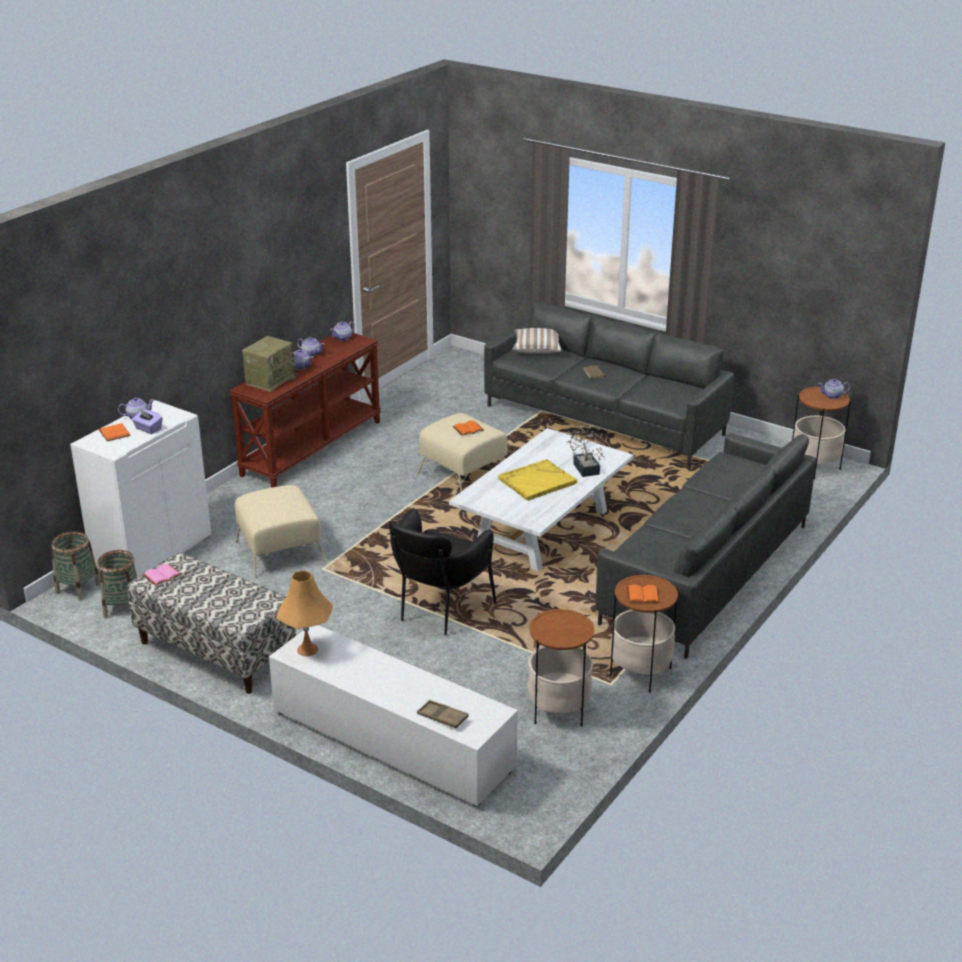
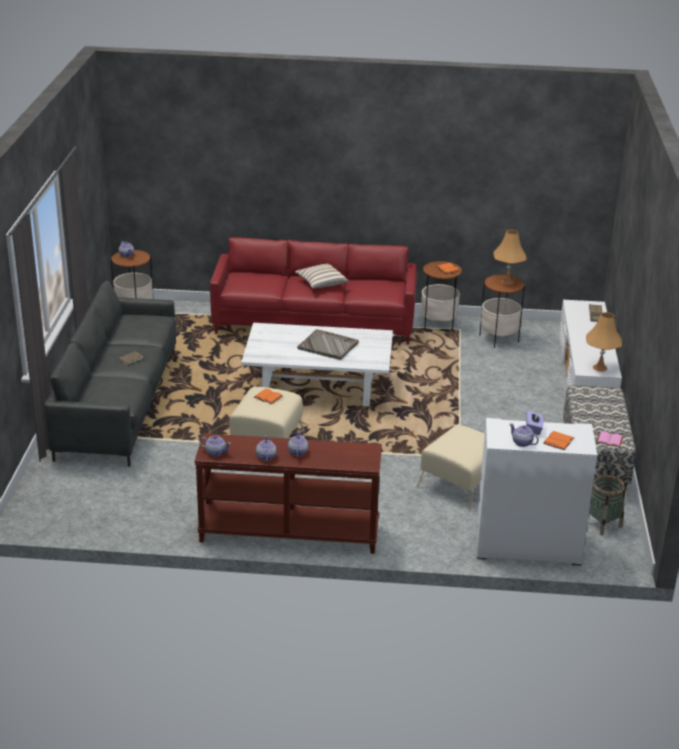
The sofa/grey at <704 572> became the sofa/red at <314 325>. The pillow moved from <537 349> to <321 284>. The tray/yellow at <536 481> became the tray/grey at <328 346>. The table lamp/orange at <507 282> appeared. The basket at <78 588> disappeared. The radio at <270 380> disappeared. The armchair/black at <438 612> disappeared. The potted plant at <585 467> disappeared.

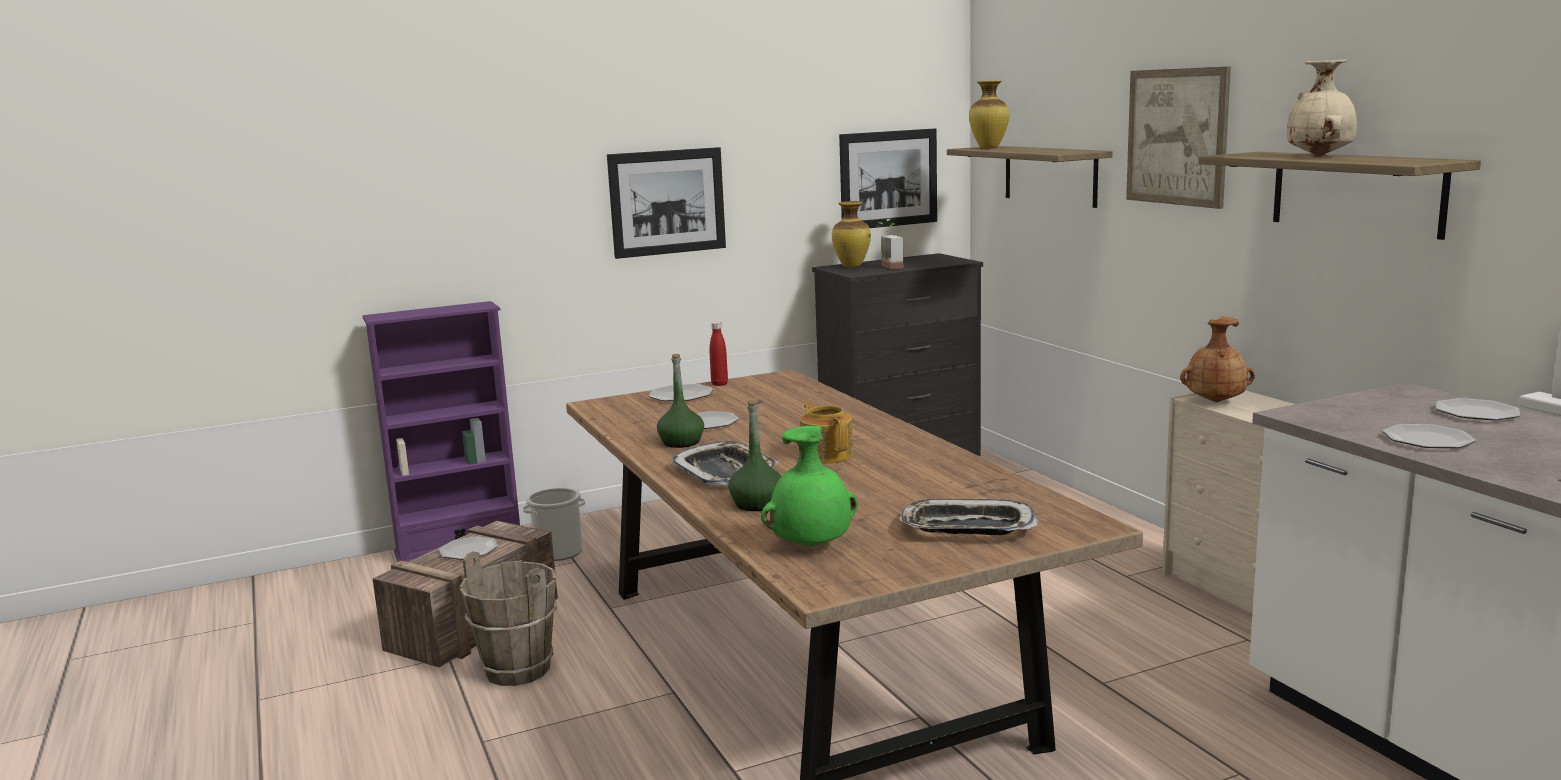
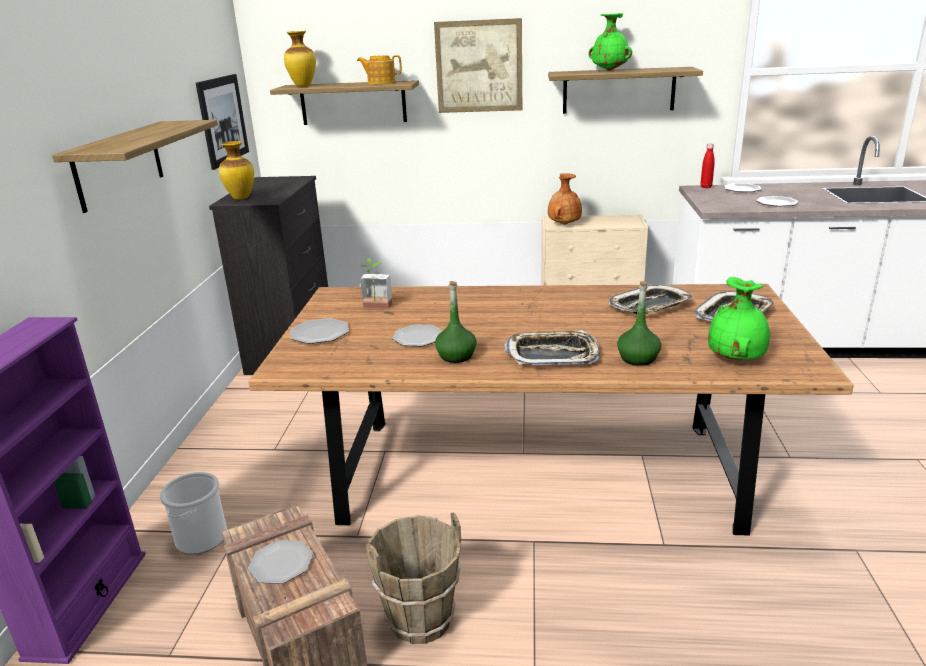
The picture at <667 202> was replaced by the shelf at <119 165>. The teapot moved from <827 455> to <381 83>. The potted plant moved from <887 267> to <376 308>. The vase/beige at <1320 155> became the vase/green at <609 70>. The tray at <650 306> appeared. The bottle/red moved from <719 384> to <706 187>.

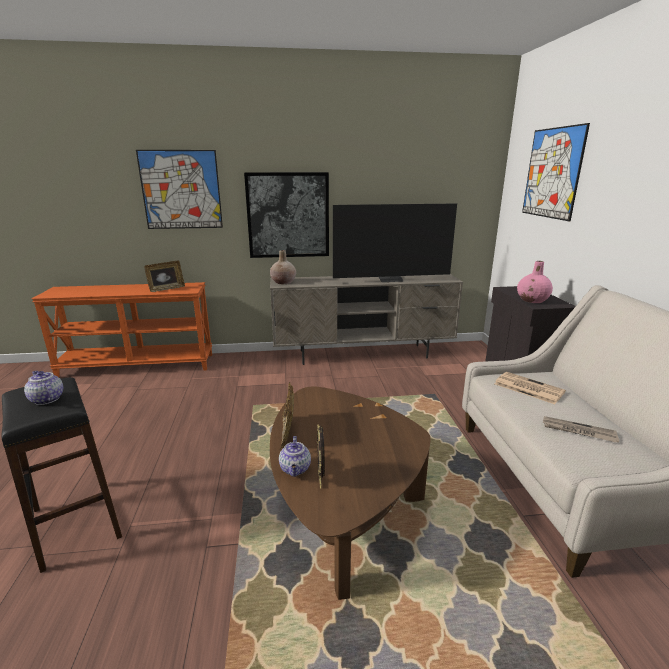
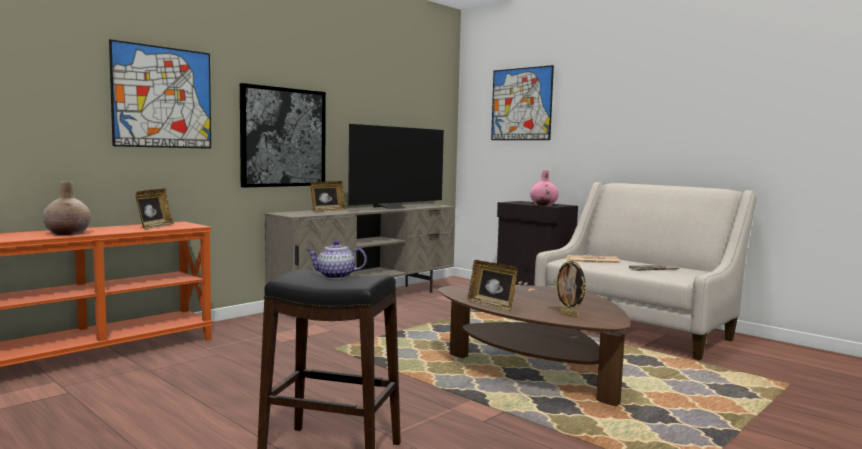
The vase/beige moved from <283 282> to <68 233>. The picture frame at <327 210> appeared. The teapot at <295 469> disappeared.

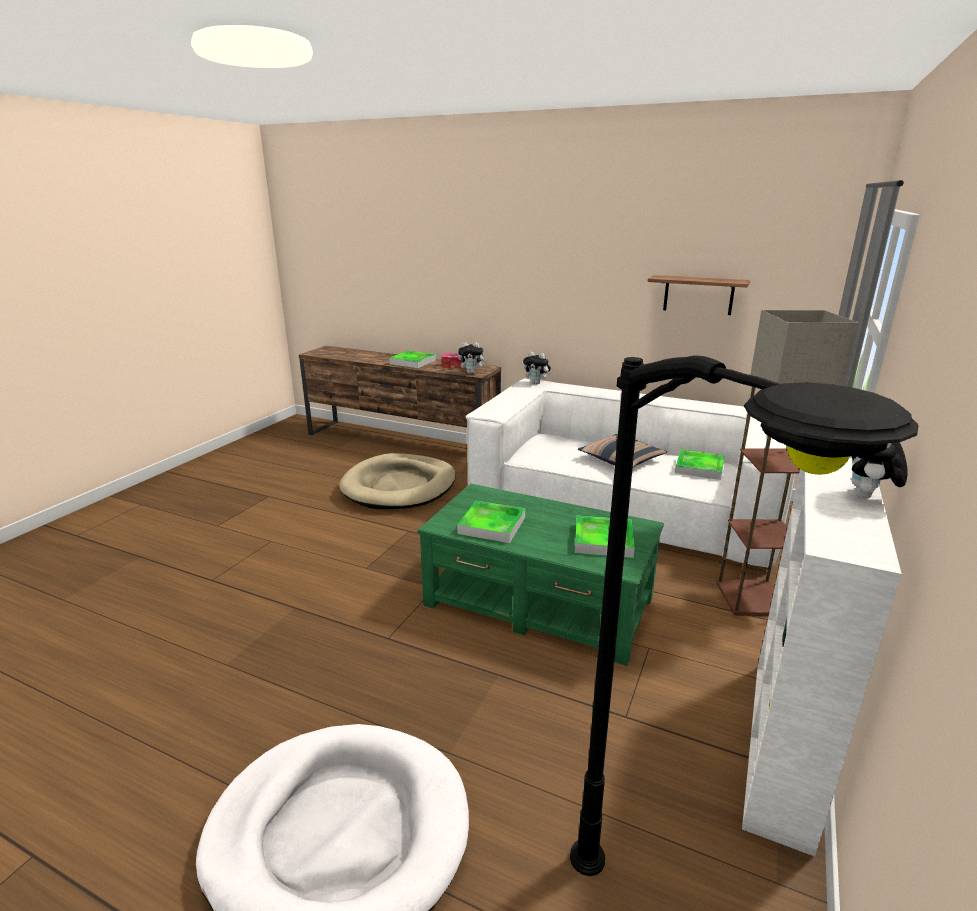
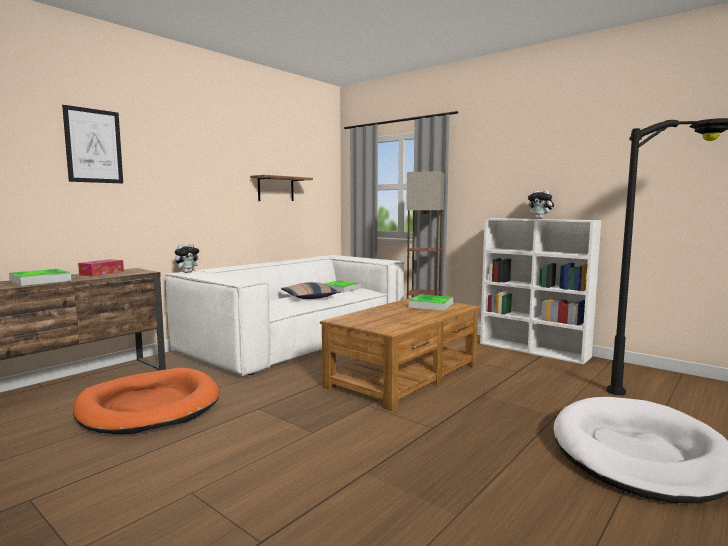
The picture at <93 146> appeared. The dog bed/beige at <399 486> became the dog bed/orange at <149 406>. The coffee table/green at <539 602> became the coffee table/brown at <405 375>. The tray at <492 525> disappeared. The plush toy at <472 373> disappeared.

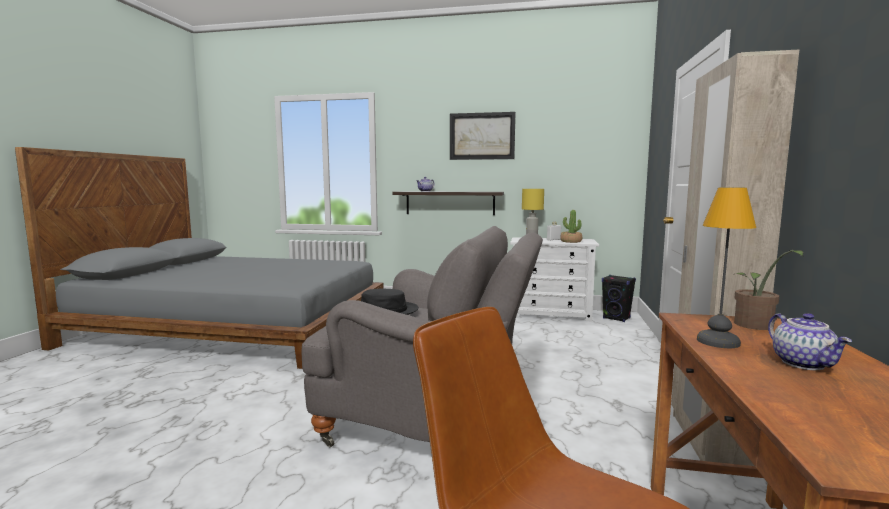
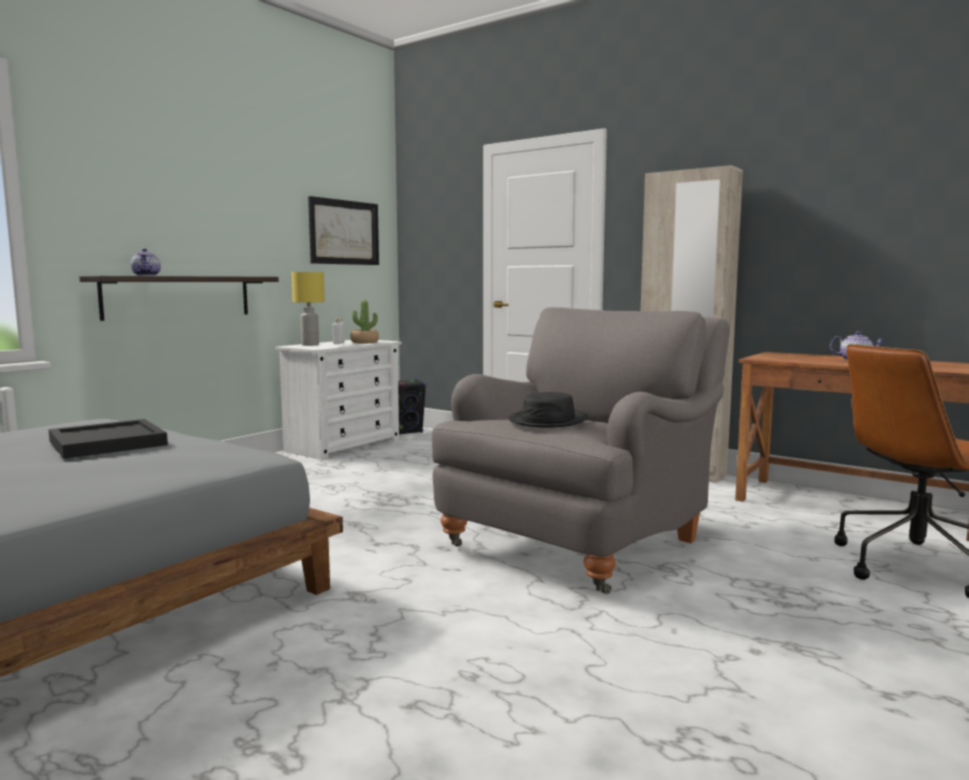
The tray/black at <107 443> appeared. The picture moved from <482 136> to <344 232>. The table lamp at <718 342> disappeared. The potted plant at <755 326> disappeared.

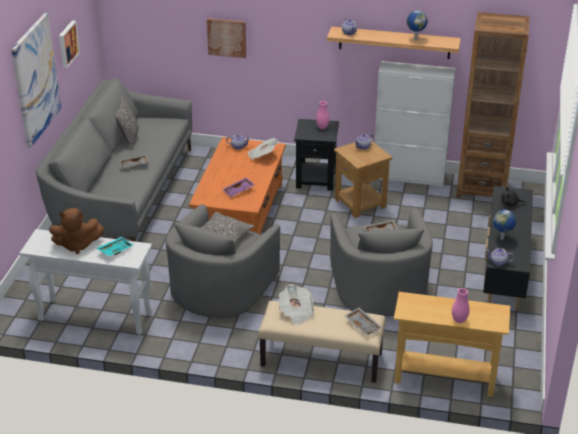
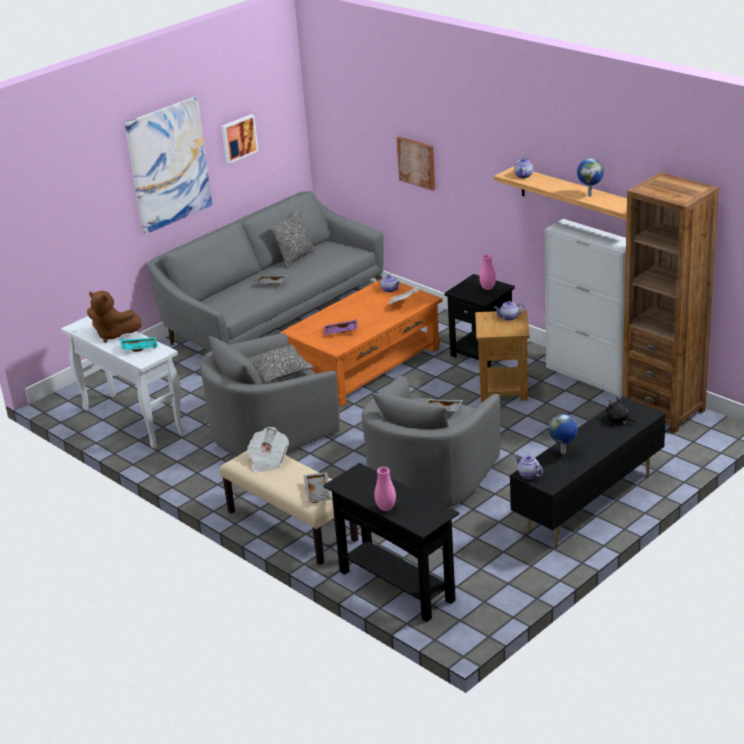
The console table/beige at <444 378> became the console table/black at <396 586>.

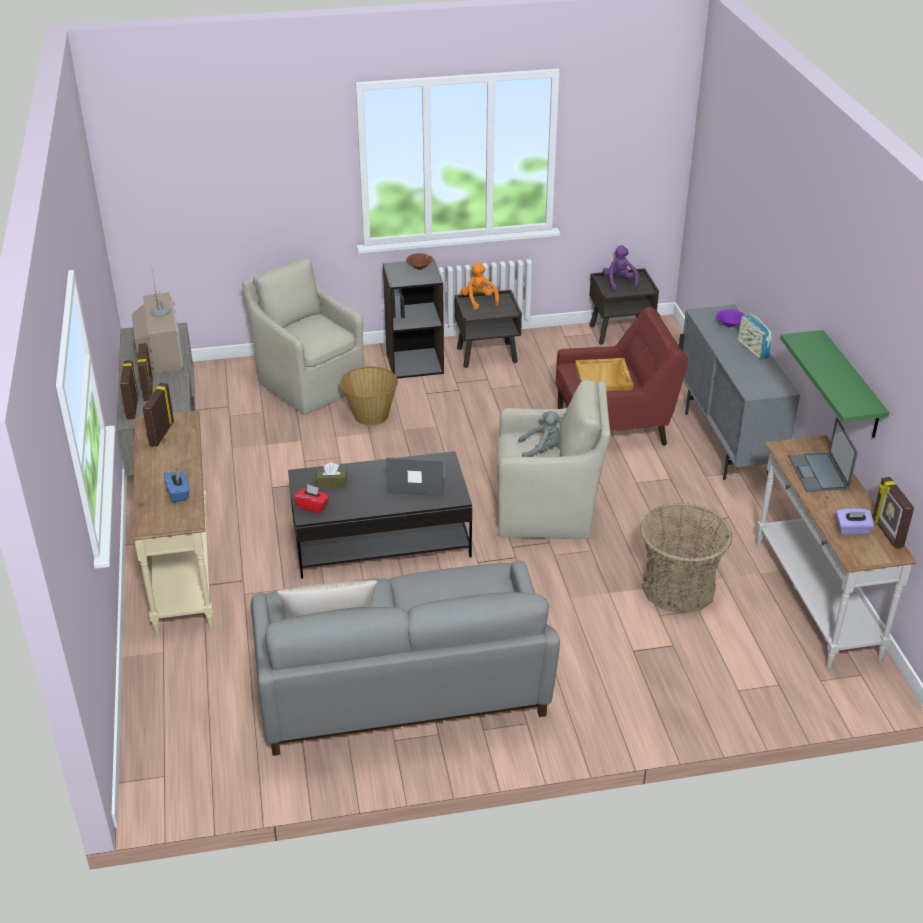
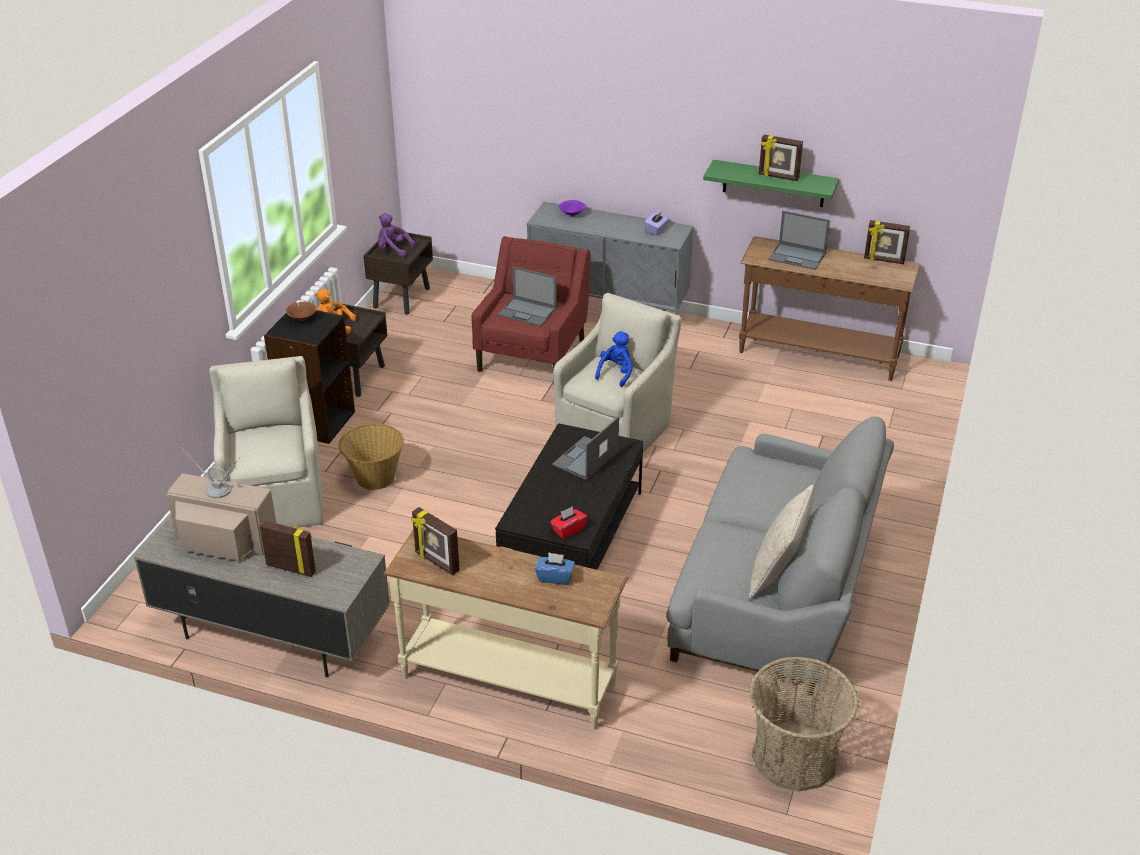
The armchair/beige at <309 383> turned 90 degrees clockwise. The tray/beige at <604 378> was replaced by the laptop at <528 312>. The plush toy/grey at <542 450> became the plush toy/blue at <616 373>. The tissue box/purple moved from <852 530> to <656 230>. The console table/white at <814 599> became the console table/brown at <818 355>. The basket moved from <678 588> to <794 756>. The picture frame moved from <132 408> to <778 177>. The tissue box/brown at <332 483> disappeared. The radio at <752 349> disappeared.

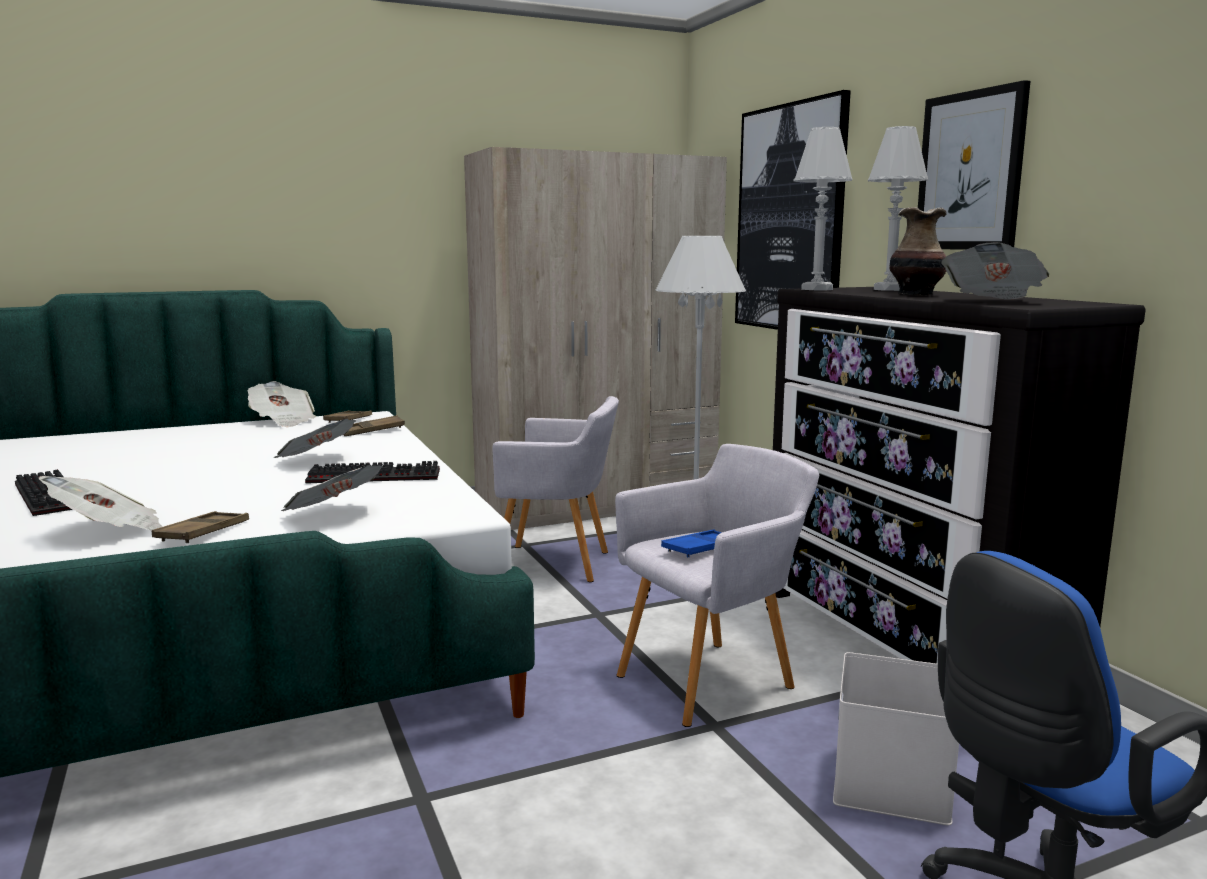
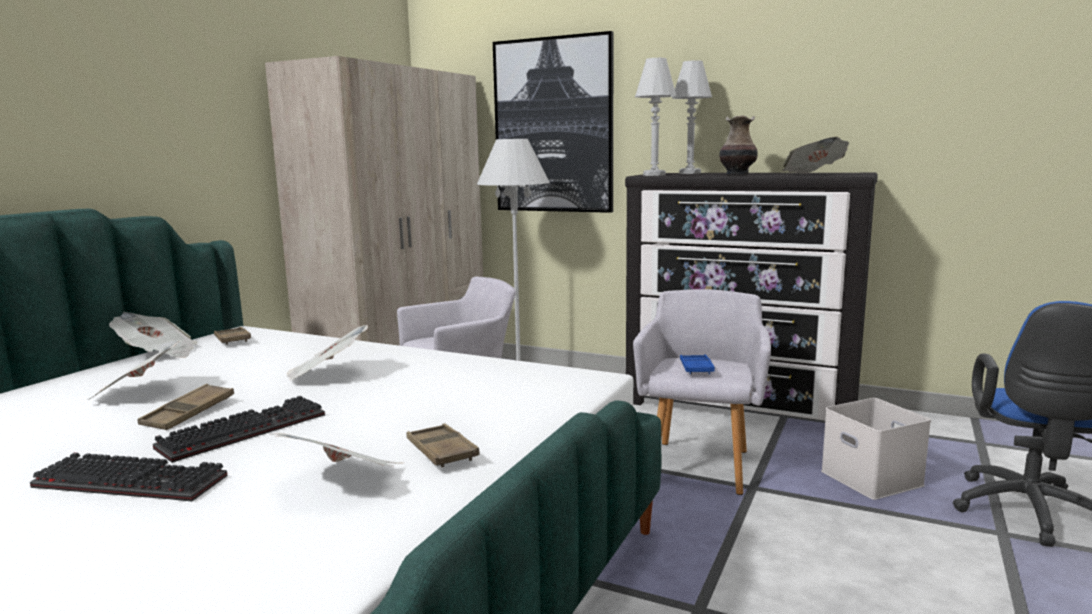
The newspaper moved from <333 514> to <137 393>. The tray/brown moved from <372 431> to <189 413>. The keyboard moved from <377 476> to <245 430>. The picture at <970 171> disappeared.

